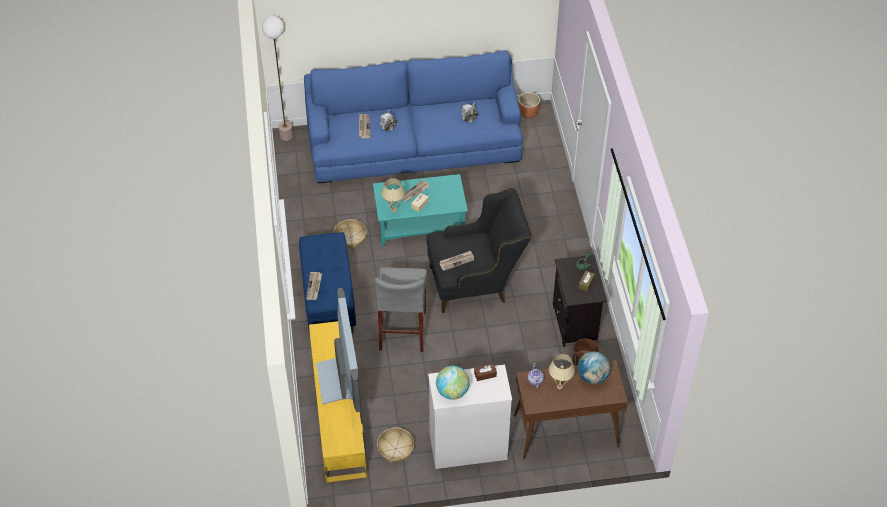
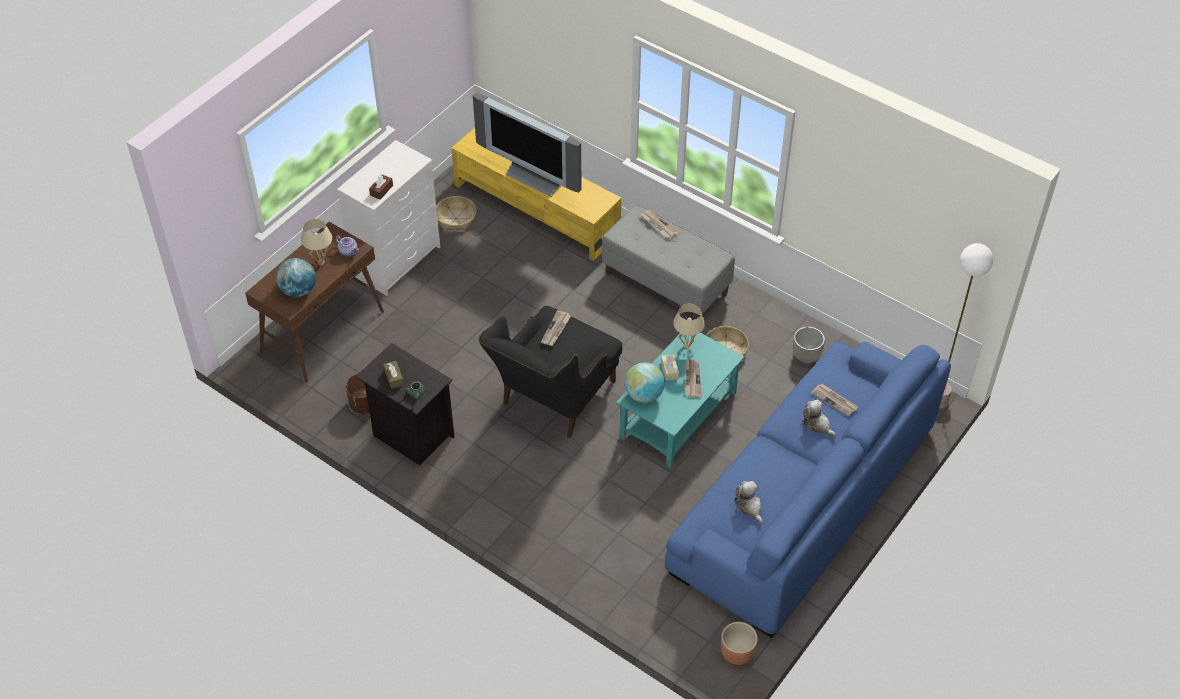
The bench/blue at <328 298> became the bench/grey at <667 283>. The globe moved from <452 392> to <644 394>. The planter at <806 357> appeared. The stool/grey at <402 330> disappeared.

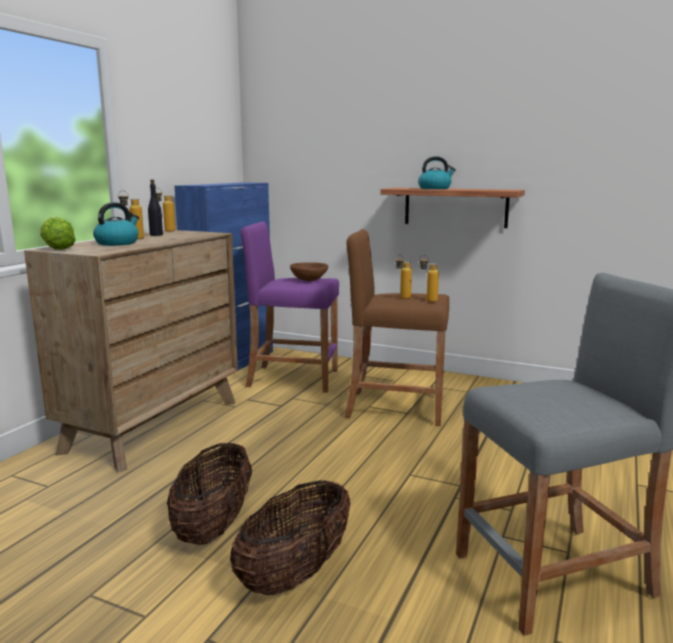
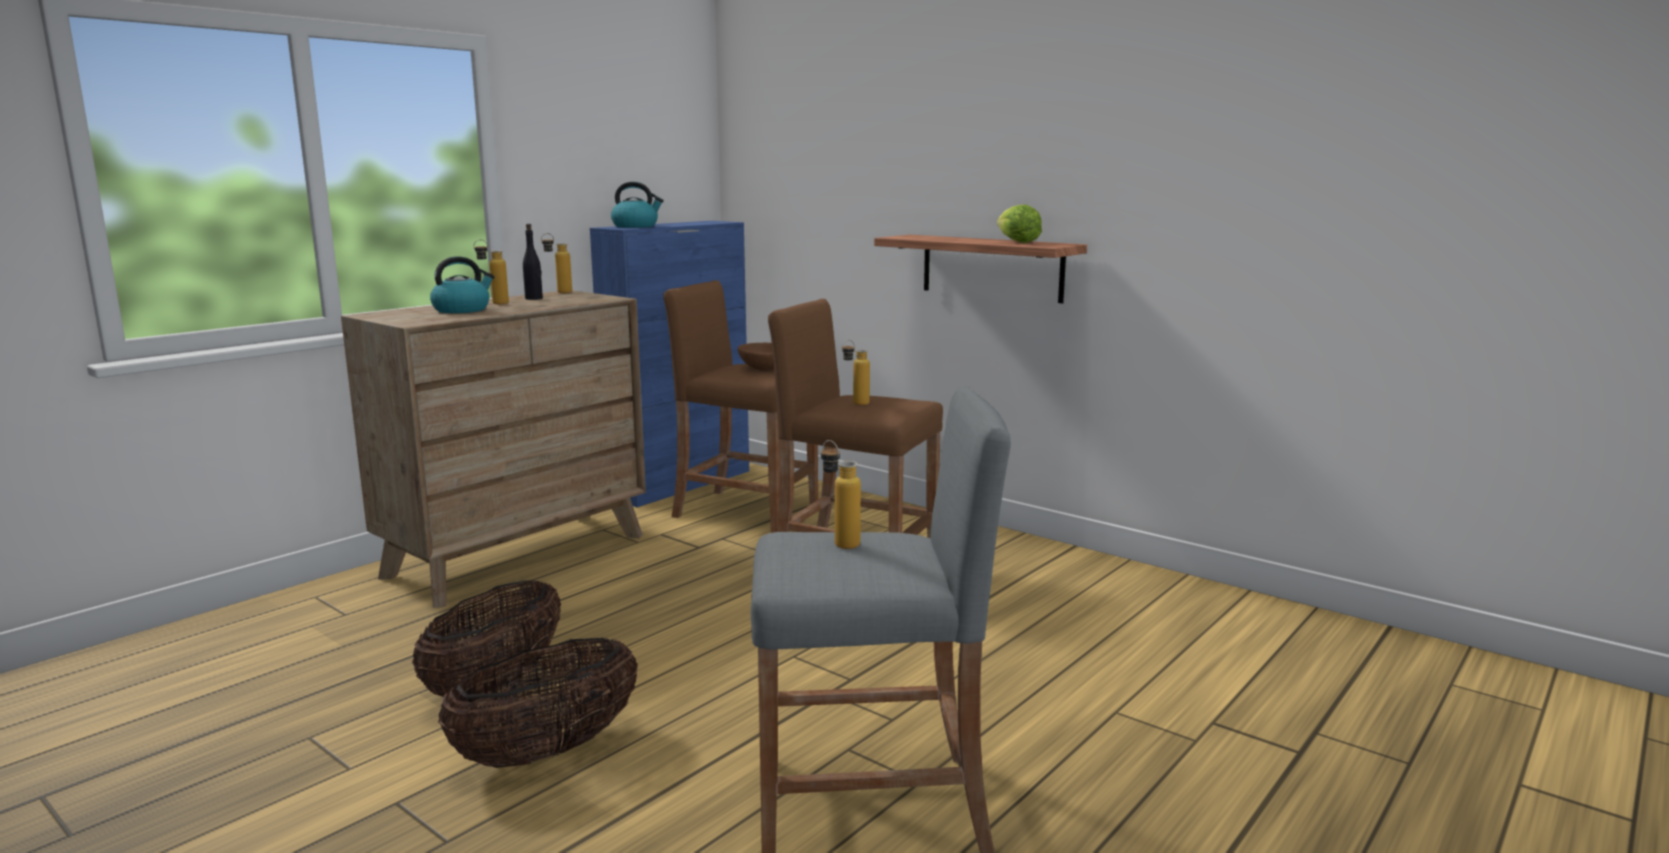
The kettle moved from <435 188> to <636 226>. The stool/purple at <293 378> became the stool/brown at <746 511>. The bottle moved from <427 300> to <839 542>. The lettuce moved from <57 249> to <1017 242>.

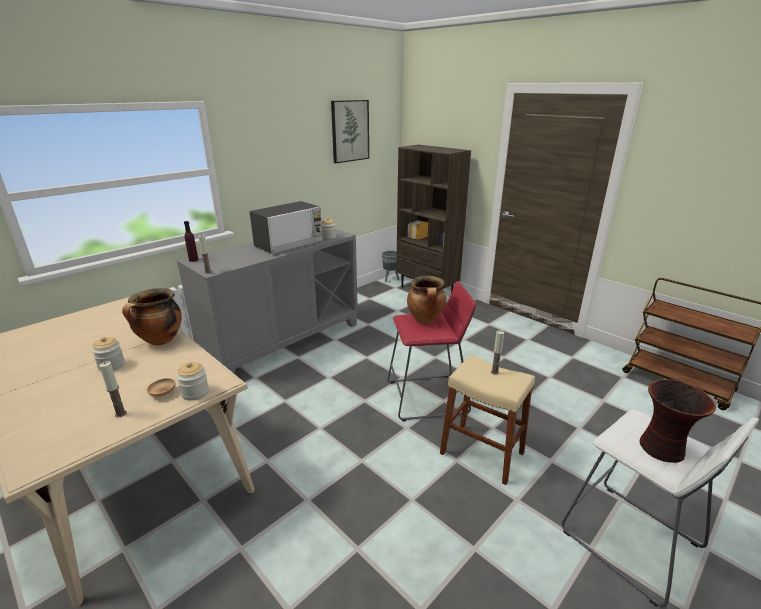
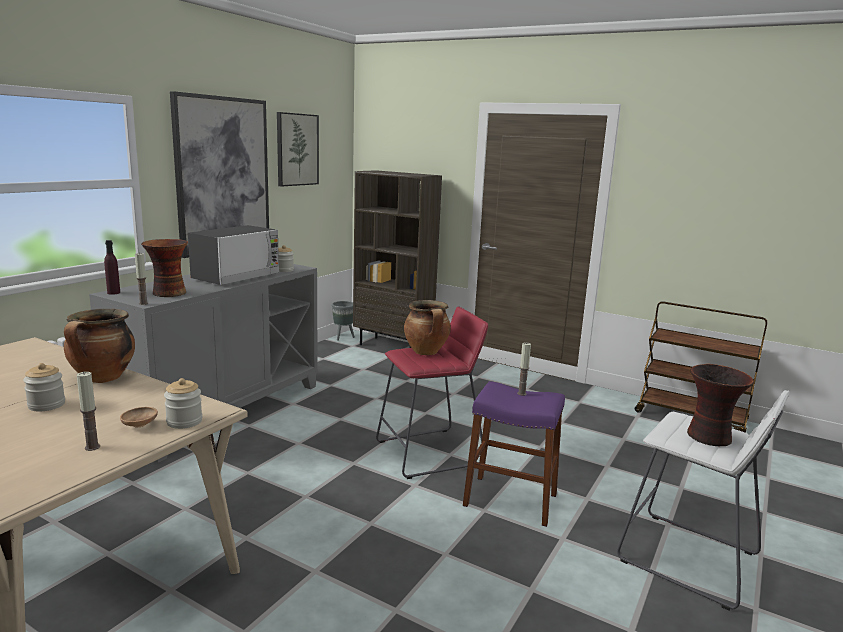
The vase at <168 293> appeared. The picture at <223 175> appeared. The stool/beige at <482 453> became the stool/purple at <510 500>.

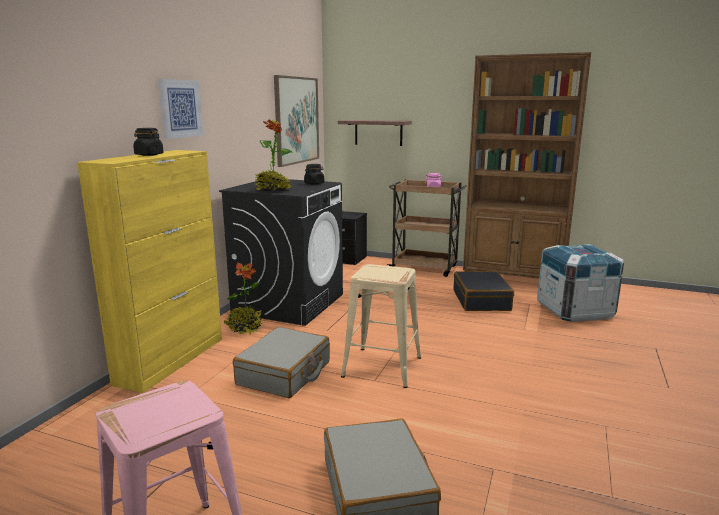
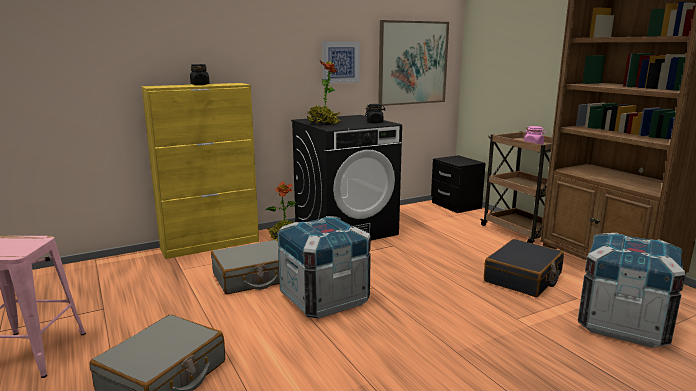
The stool/beige at <382 366> was replaced by the crate at <324 299>. The picture moved from <180 108> to <340 62>. The shelf at <378 132> disappeared.

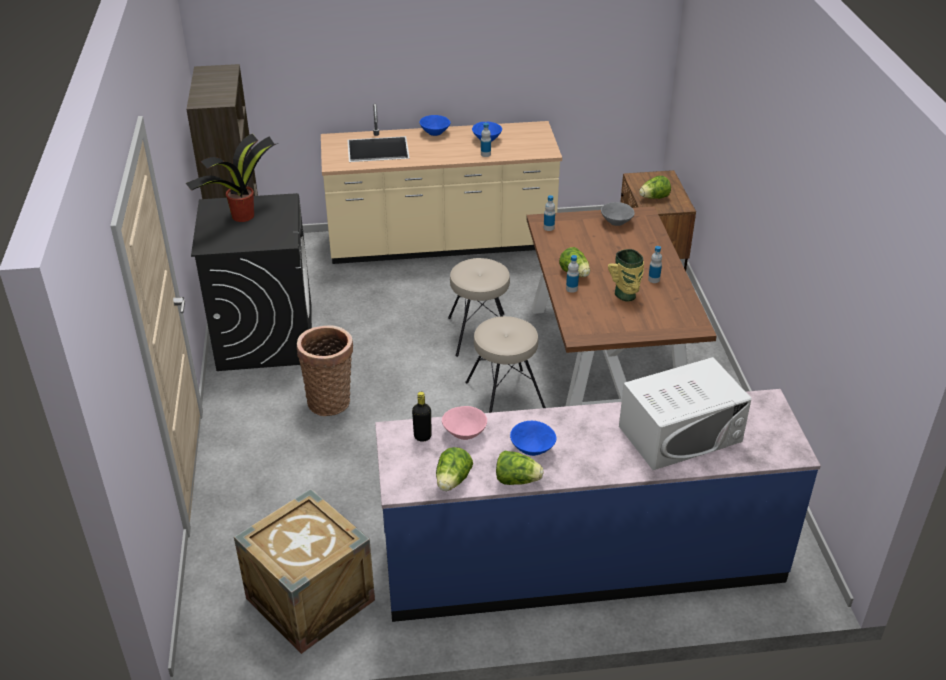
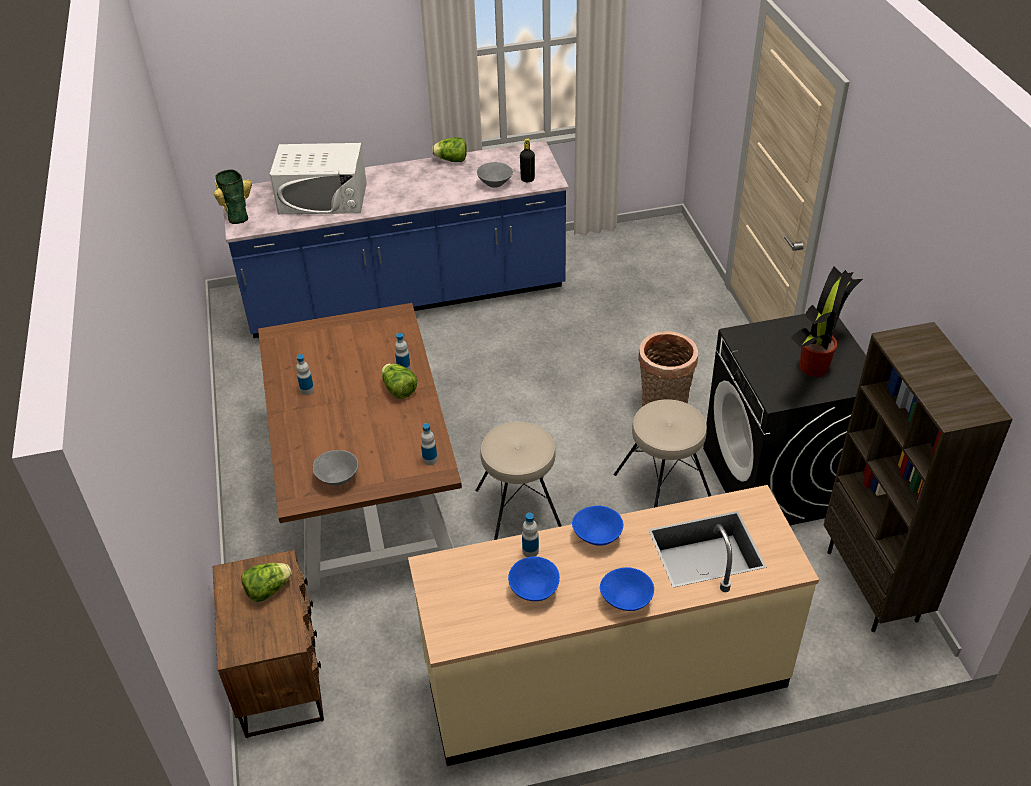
The vase moved from <626 296> to <237 217>. The microwave/white at <680 434> turned 150 degrees counterclockwise. The bowl/pink at <464 433> became the bowl/grey at <495 184>. The bowl/blue moved from <532 450> to <596 537>. The stool/beige moved from <504 396> to <663 487>. The crate at <310 599> disappeared. The lettuce at <452 481> disappeared.

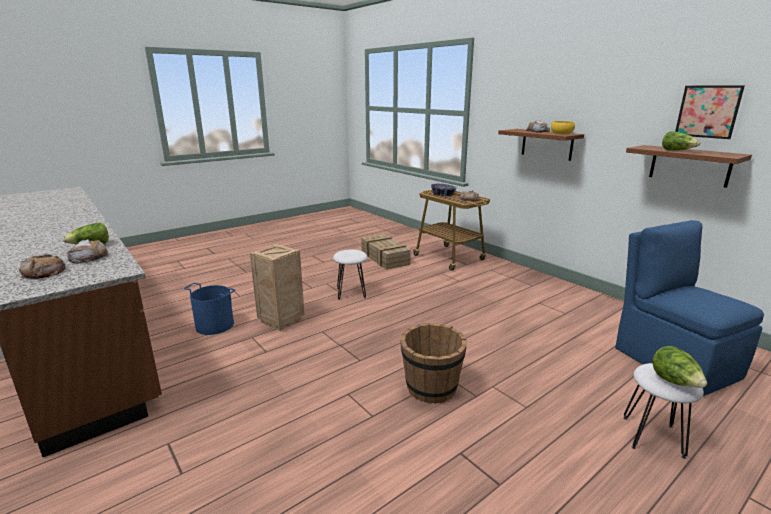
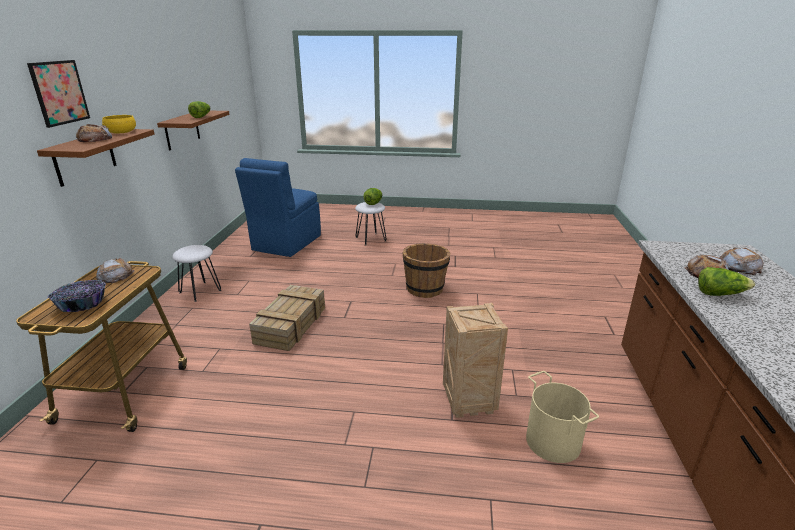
The picture moved from <707 111> to <59 92>. The stool/white moved from <351 293> to <200 291>. The crate moved from <385 258> to <291 324>. The bucket/blue at <214 325> became the bucket/beige at <553 441>.

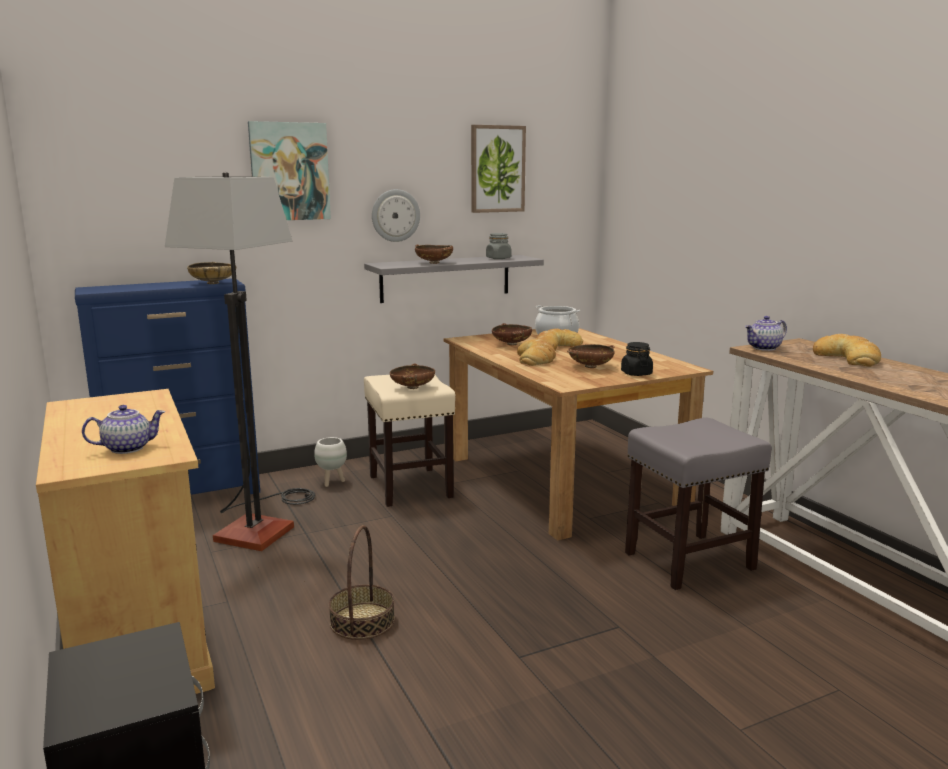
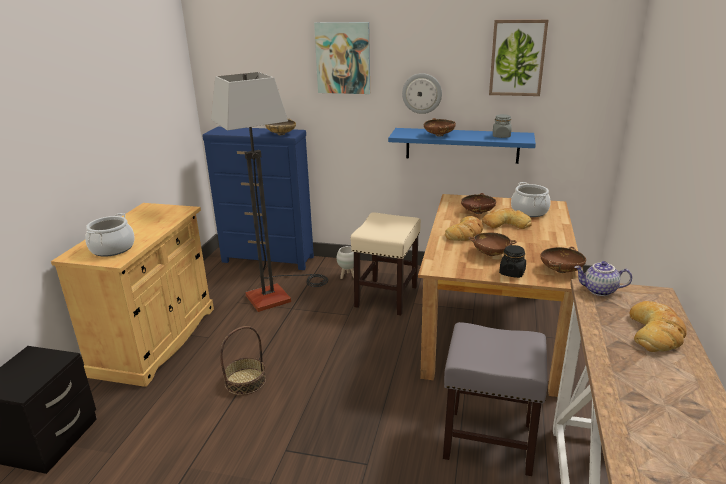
The teapot at <128 448> was replaced by the cooking pot at <112 248>. The shelf/grey at <445 278> became the shelf/blue at <462 145>. The bowl/brown moved from <412 387> to <560 270>.

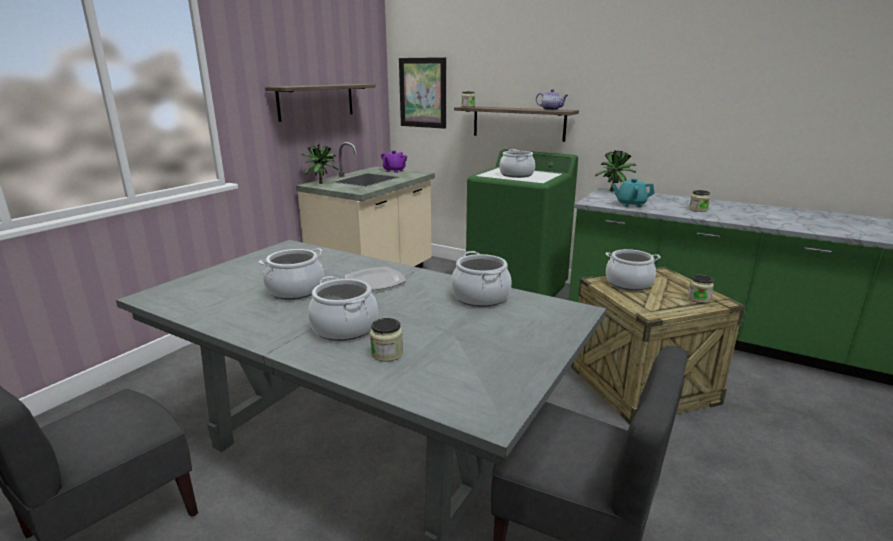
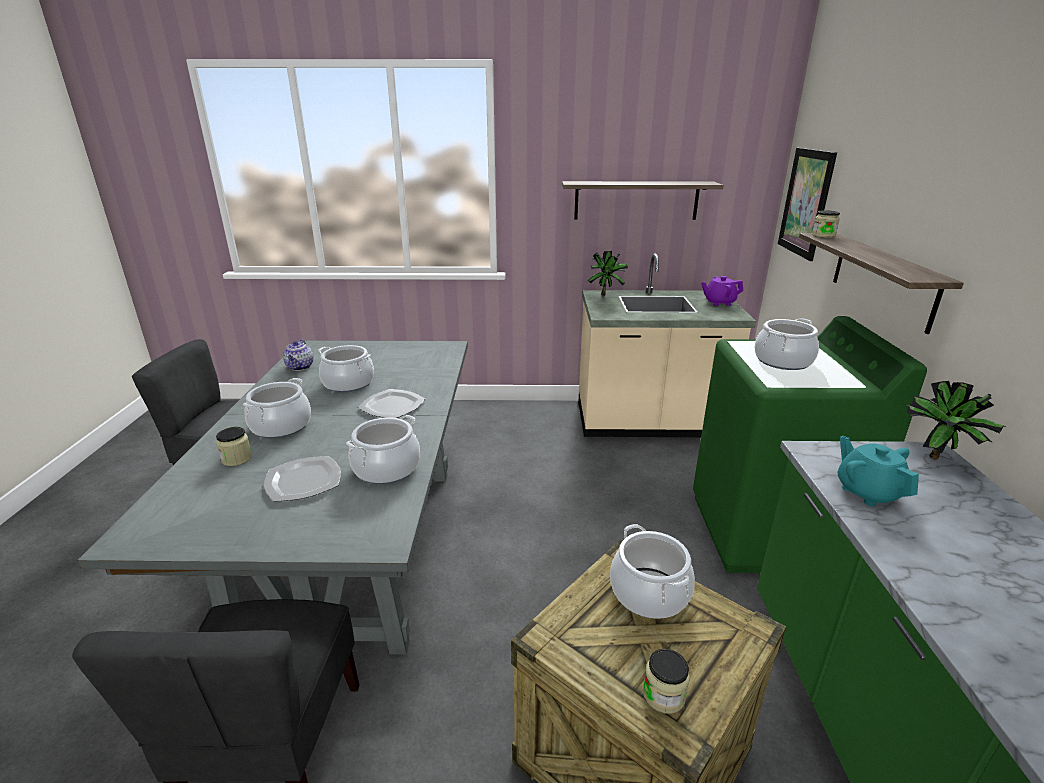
The plate at <303 481> appeared. The teapot moved from <551 109> to <300 367>. The jar at <698 209> disappeared.

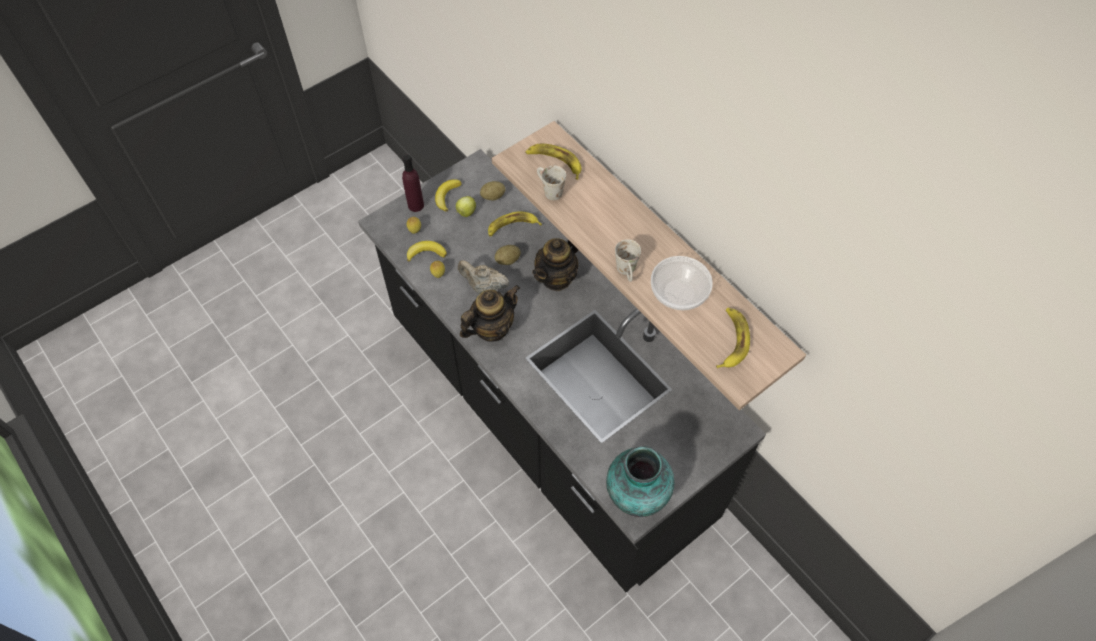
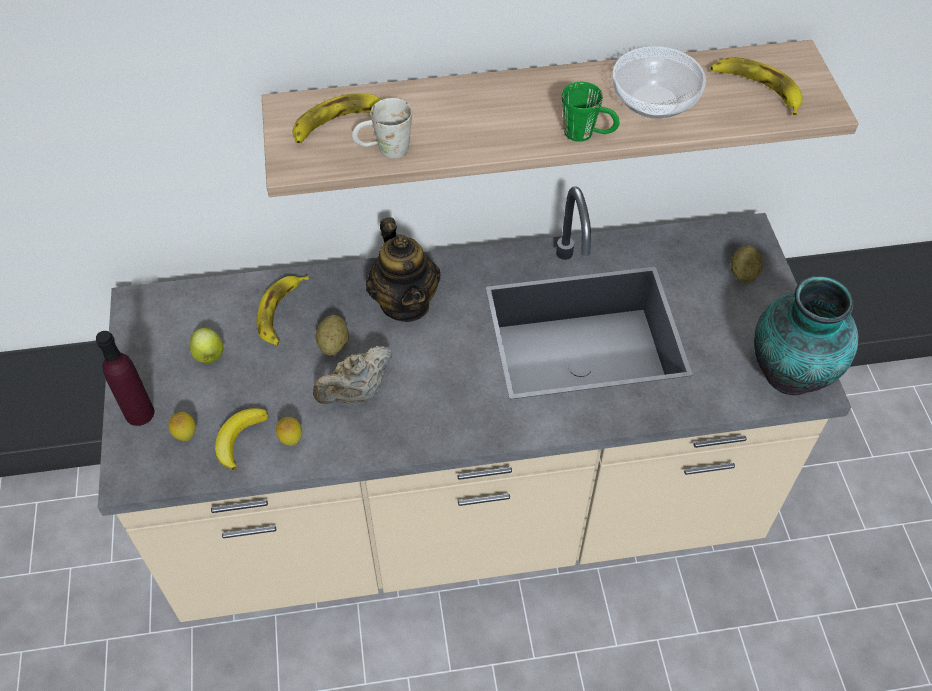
The counter/black at <547 418> became the counter/beige at <466 512>. The mug/white at <627 272> became the mug/green at <587 134>. The potato moved from <493 196> to <743 273>. The banana at <447 196> disappeared. The teapot at <491 328> disappeared.

